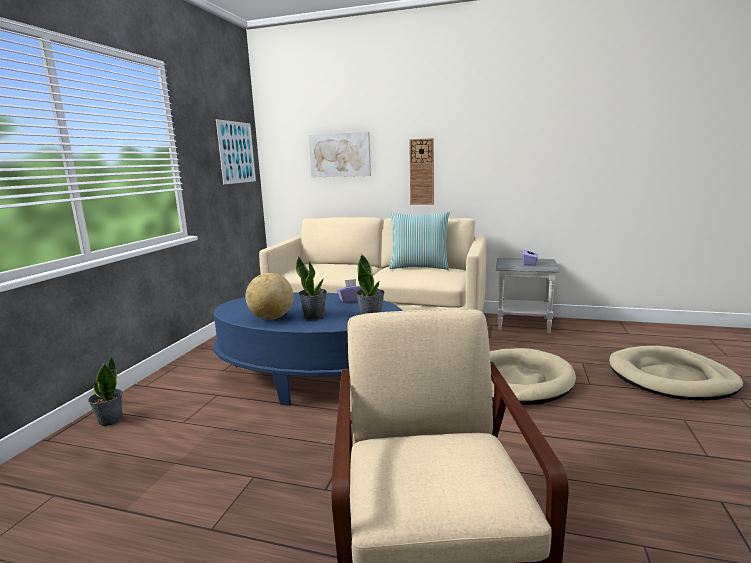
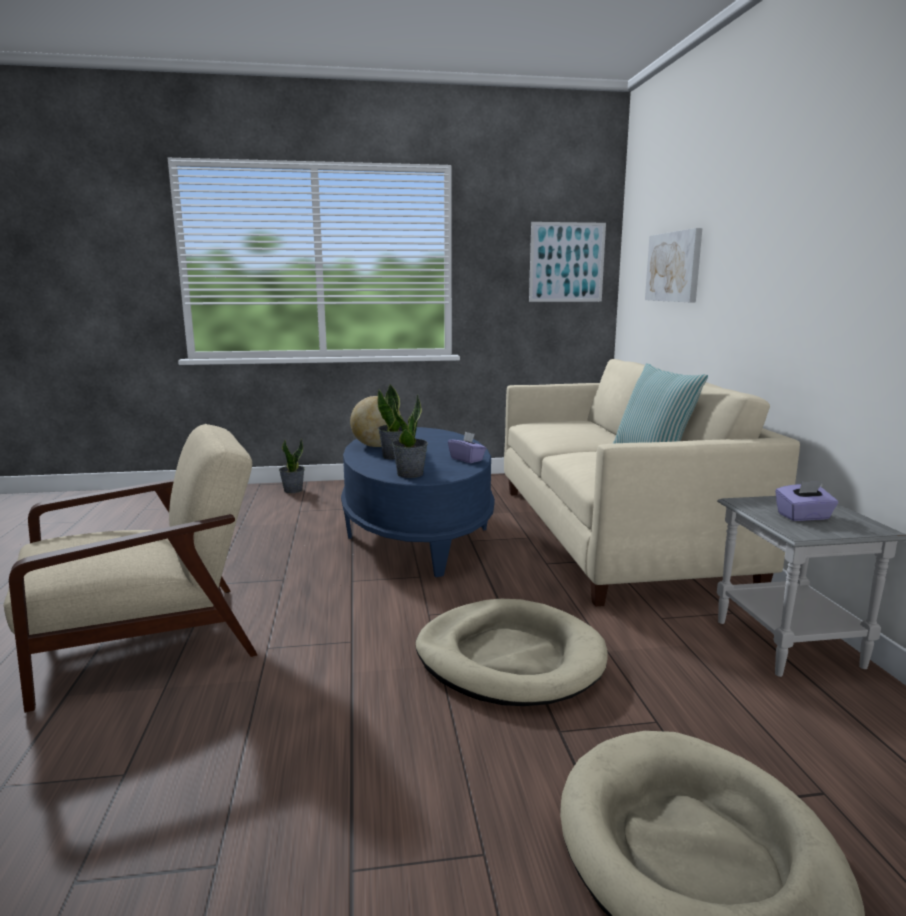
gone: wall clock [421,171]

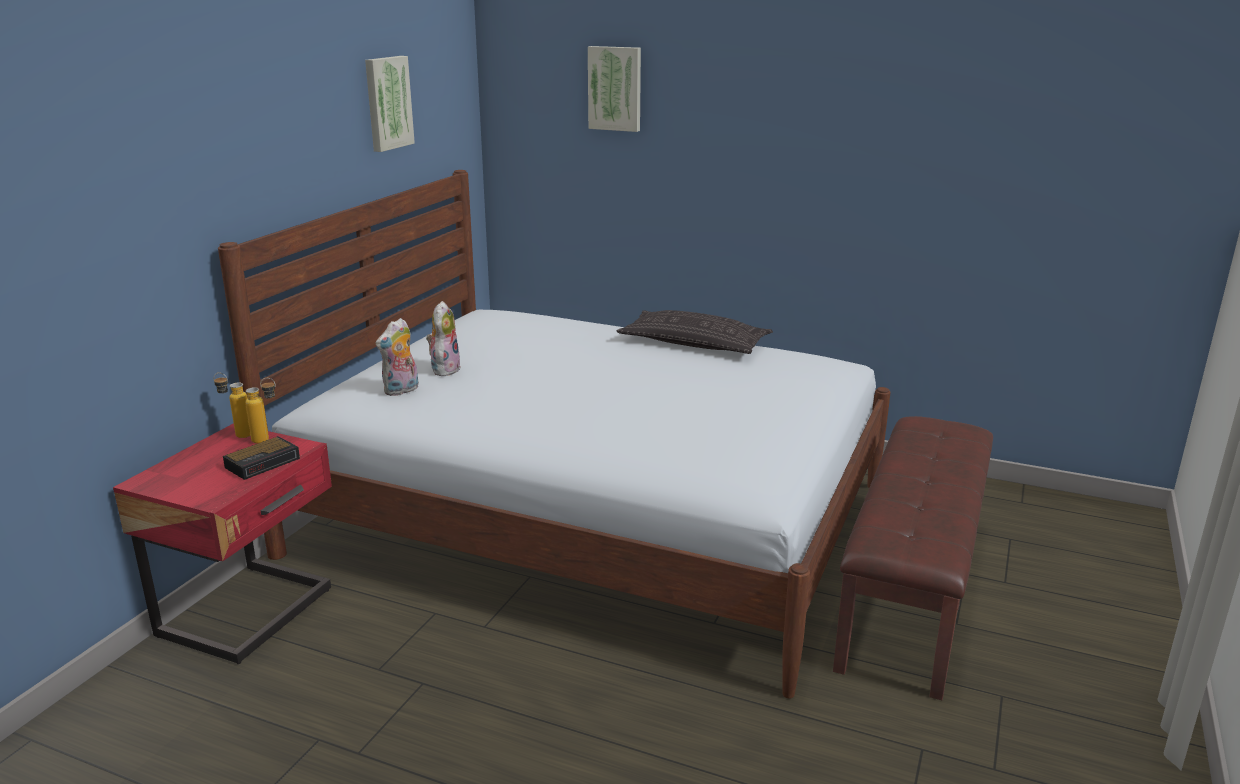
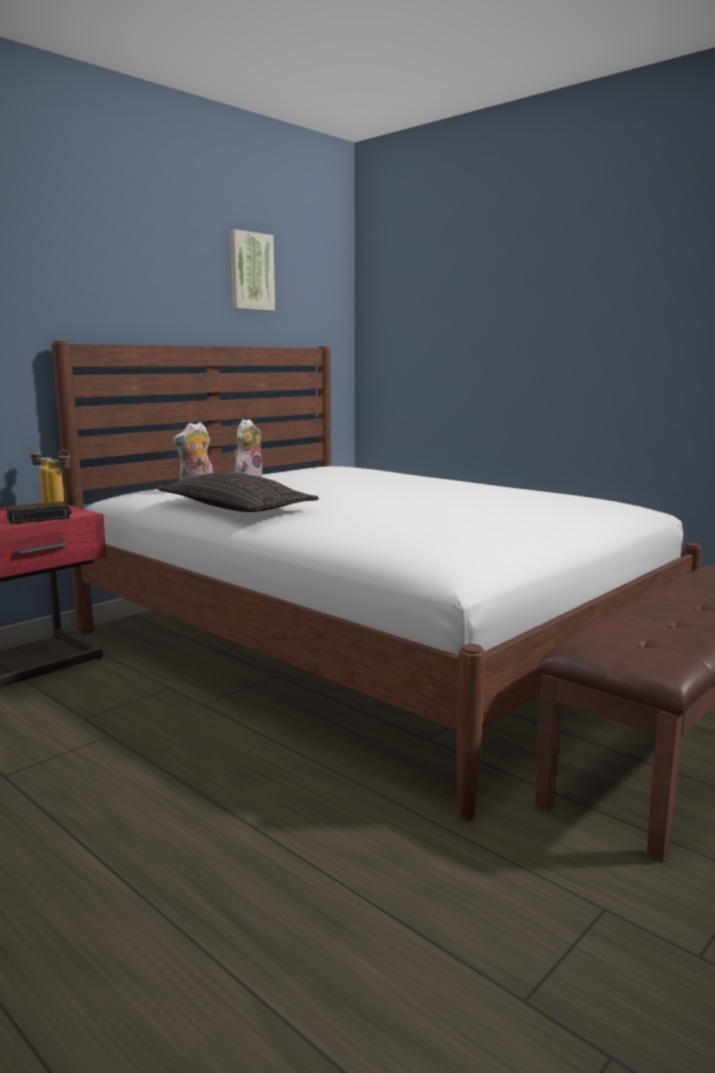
gone: wall picture [614,89]
shifted: throw pillow [695,332] to [238,492]

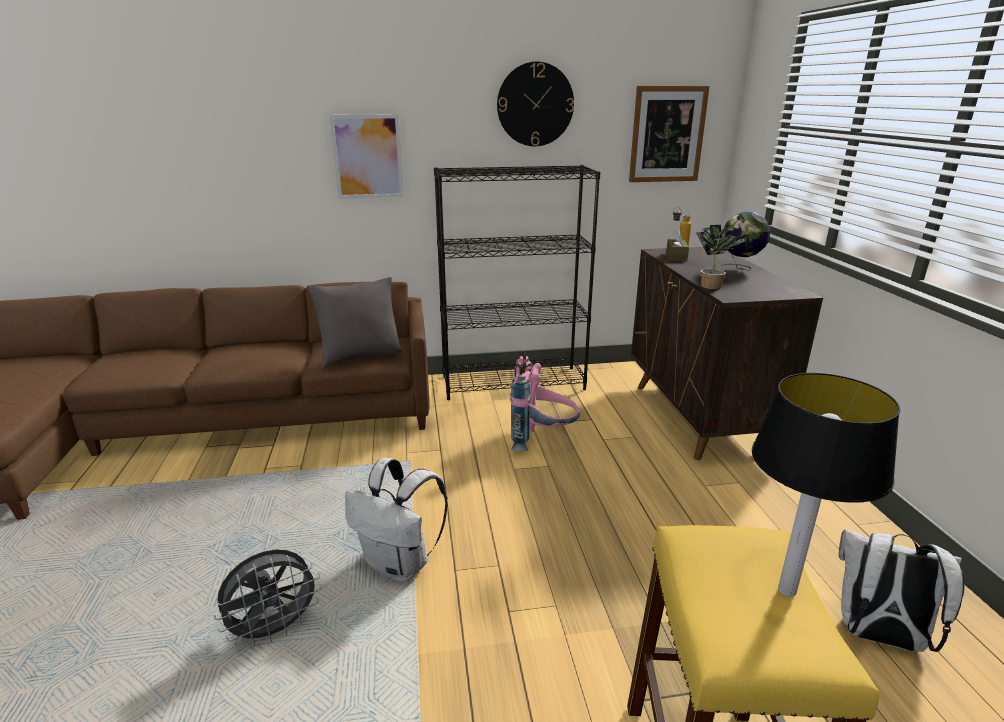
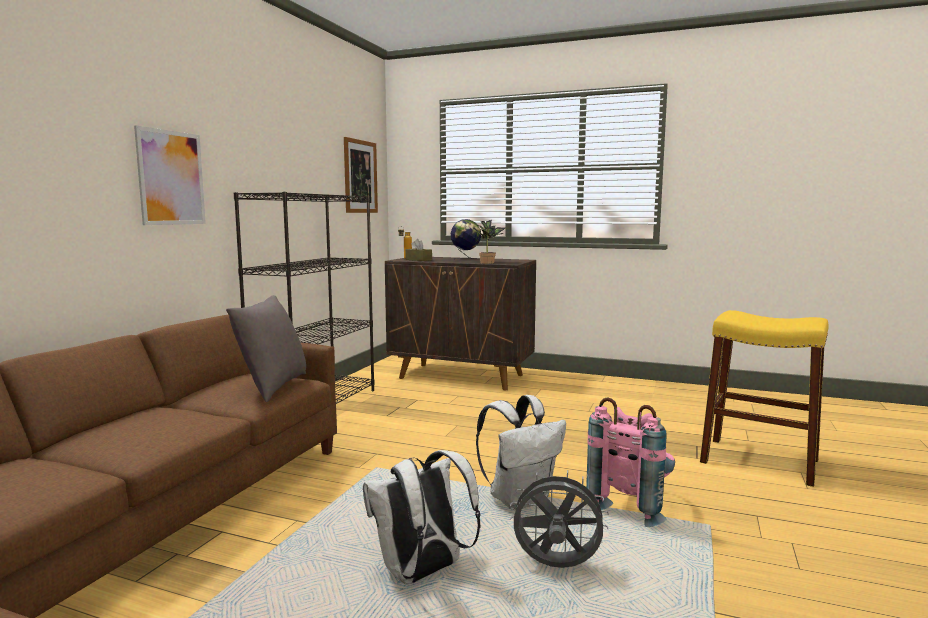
gone: wall clock [535,104]; lamp for a table [826,485]
shifted: rucksack/pink-coloured [545,401] to [630,462]; rucksack/whitish [902,590] to [422,517]
rotated: fan/gray [268,597] = [559,518] 75 degrees counterclockwise

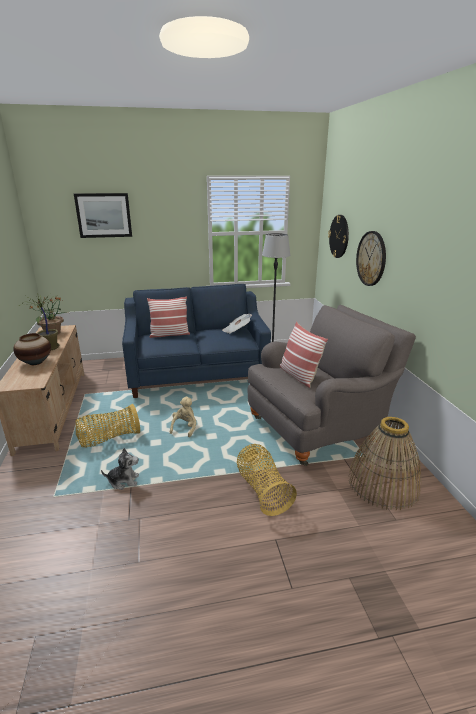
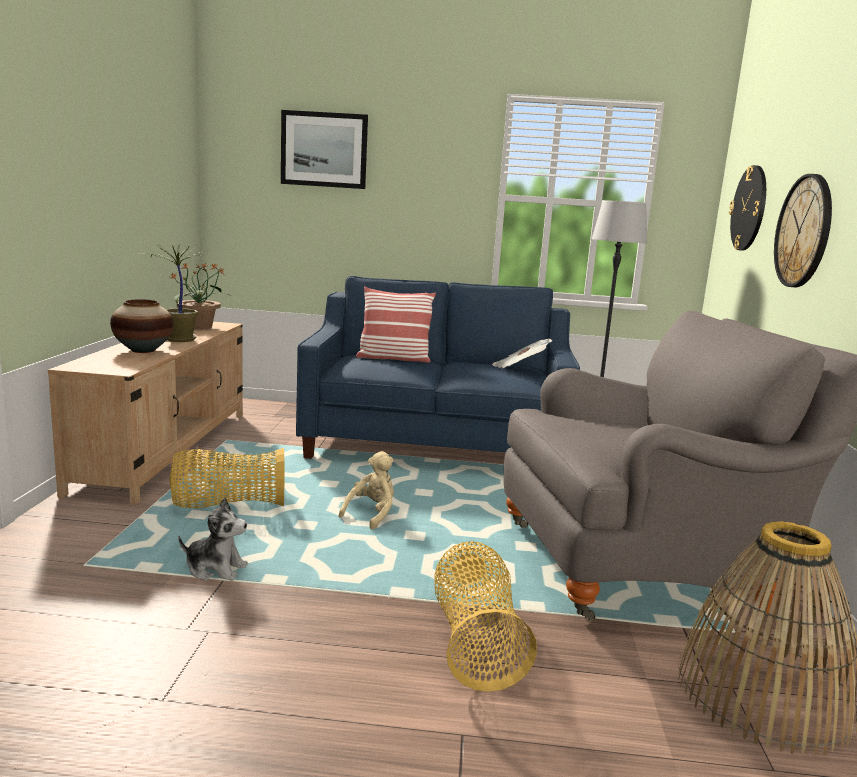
gone: throw pillow [304,355]

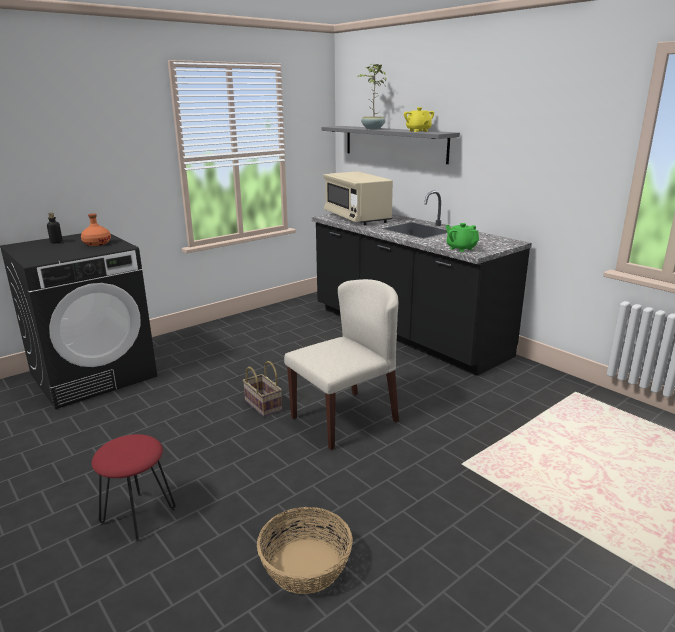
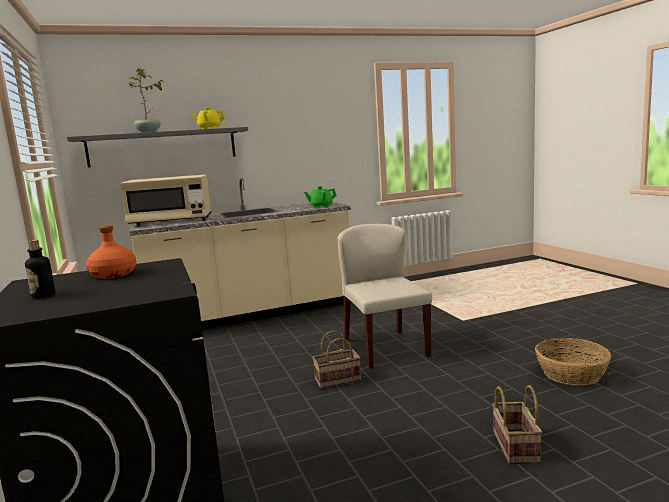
swapped: sitting stool/red-coloured [134,488] to household basket [517,424]
repainted: kitchen base unit/black [421,283] to kitchen base unit/beige [240,254]

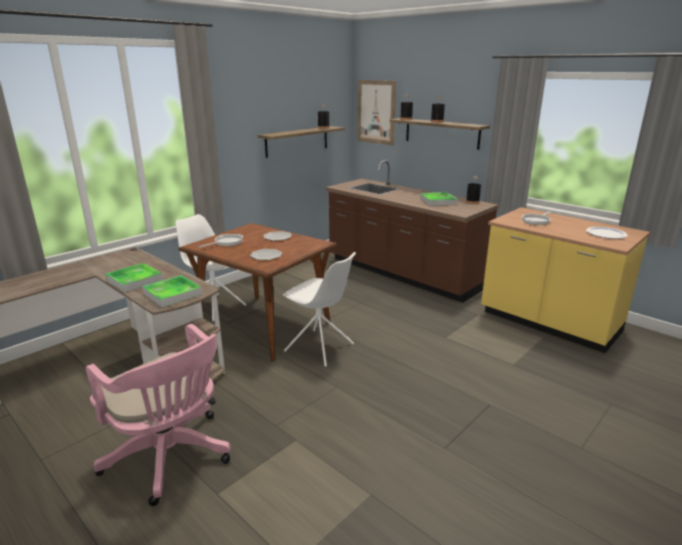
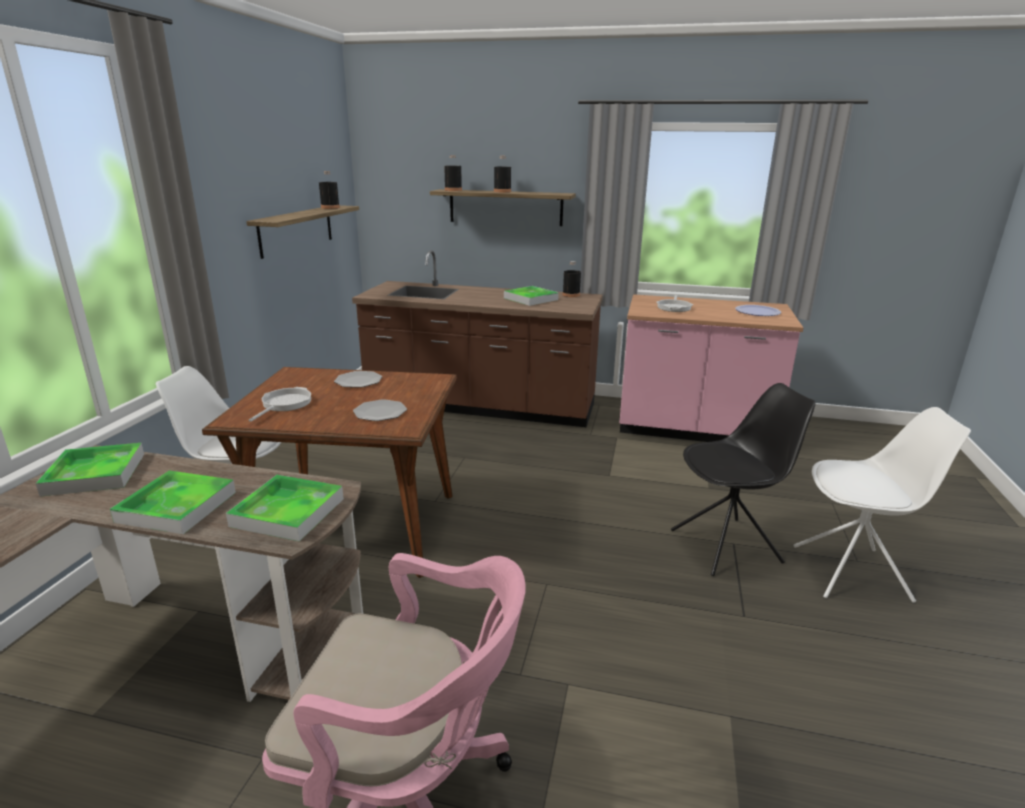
gone: wall picture [377,112]
new: serving tray [89,470]; chair/black [743,479]
shifted: chair/whitish [319,309] to [882,505]
repainted: kitchen base unit/yellow-coloured [565,280] to kitchen base unit/pink-coloured [711,368]

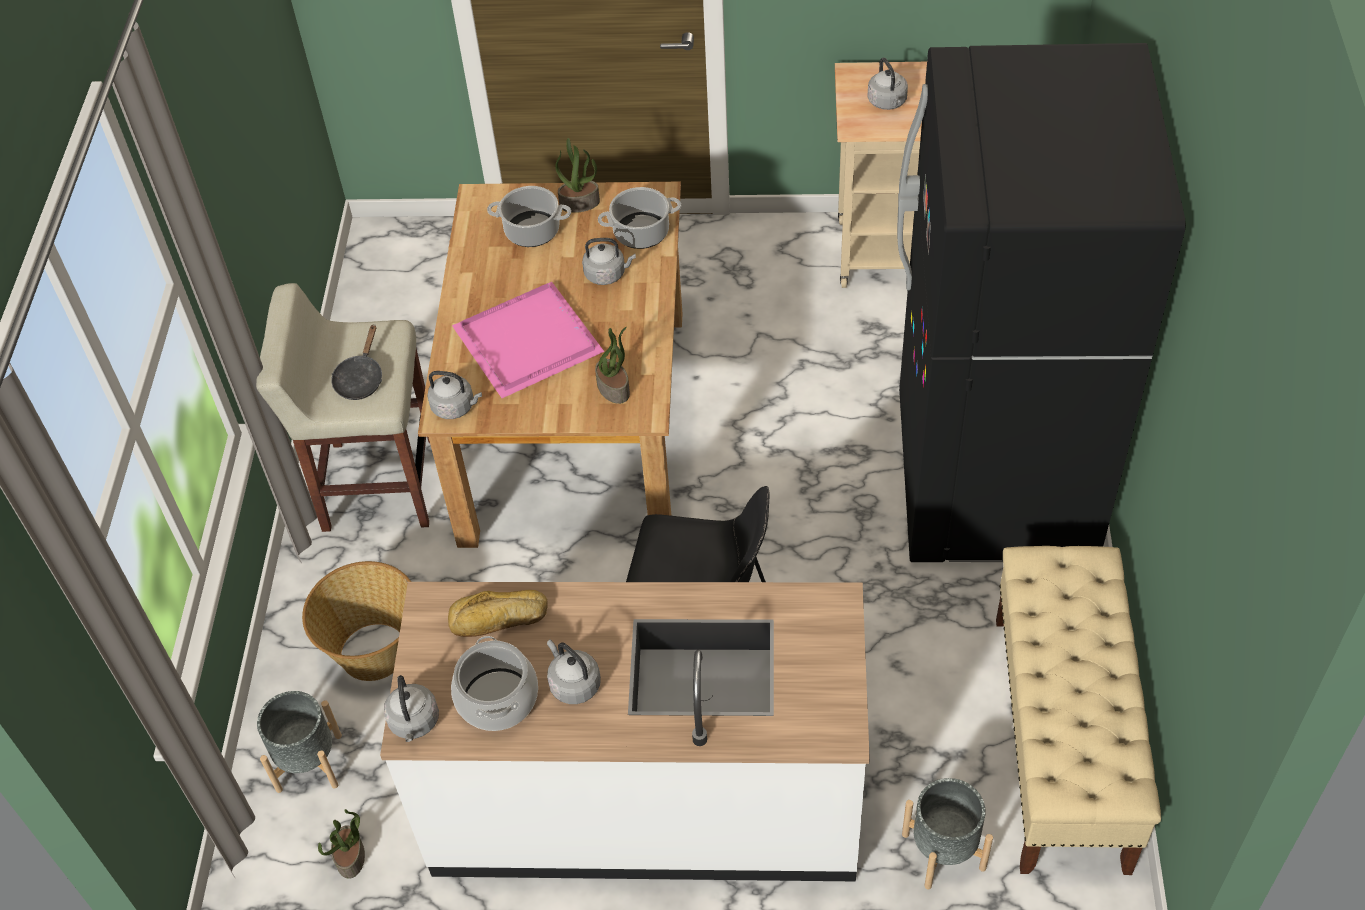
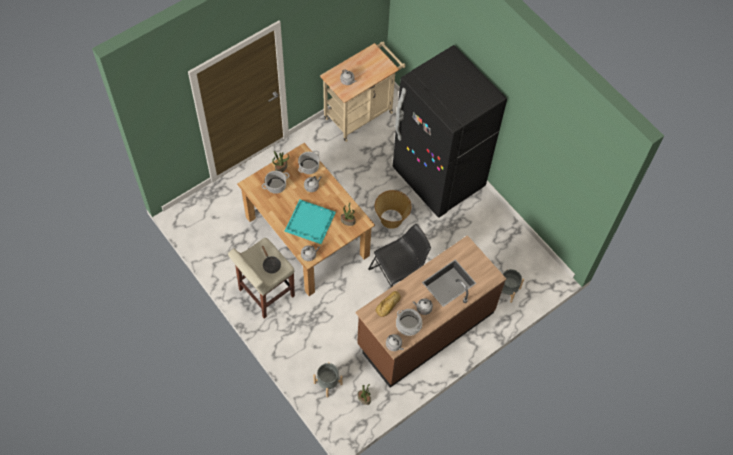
gone: long seat/beige [1078,710]
shifted: household basket [356,621] to [393,209]
repainted: kitchen base unit/whitish [625,731] to kitchen base unit/brown-coloured [431,311]; serving tray/pink-coloured [528,340] to serving tray/turquoise-coloured [310,221]

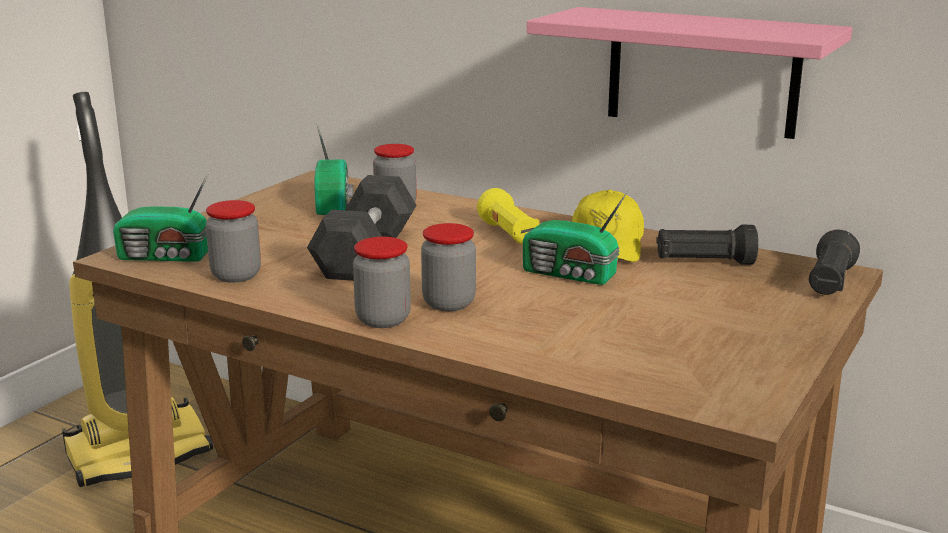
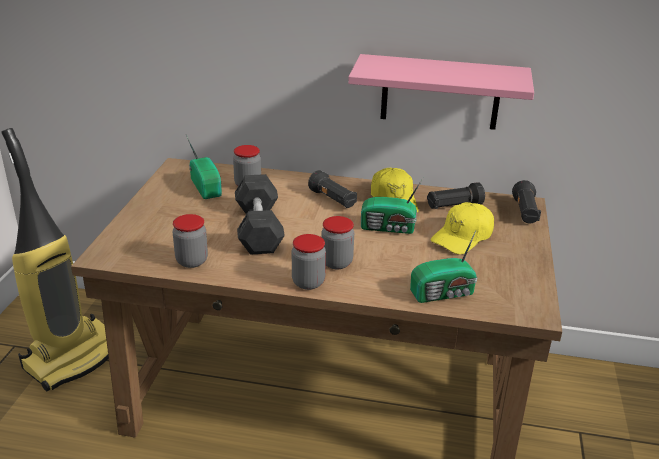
new: peaked cap/yellow-coloured [462,228]
shifted: radio set [161,215] to [443,267]
repainted: torch/yellow-coloured [508,216] to torch/black [332,189]

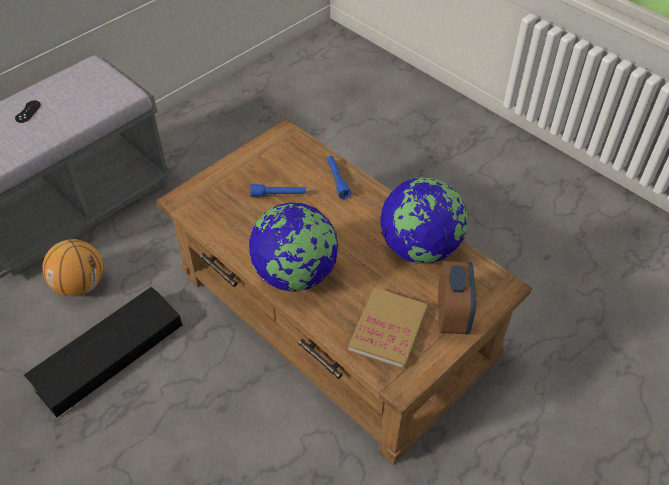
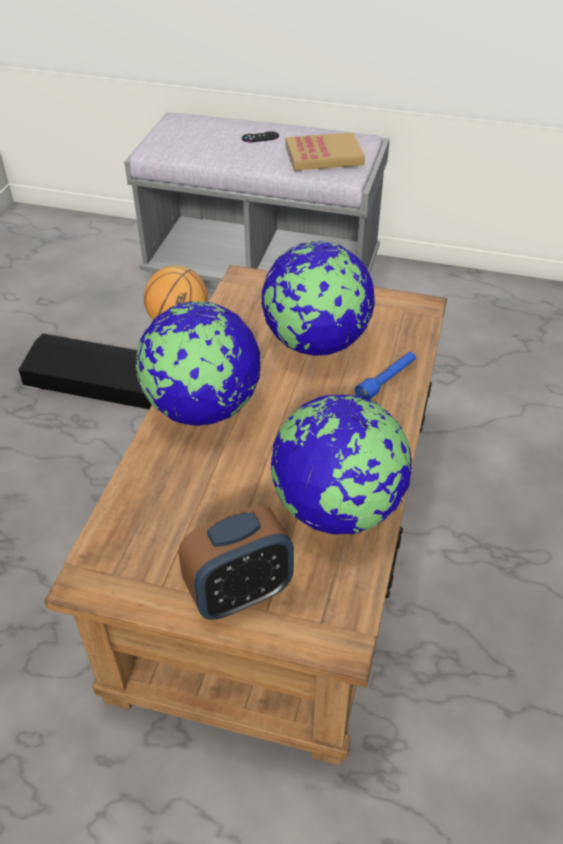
shifted: bound book [387,328] to [325,151]
swapped: torch/blue [278,190] to globe [318,298]

